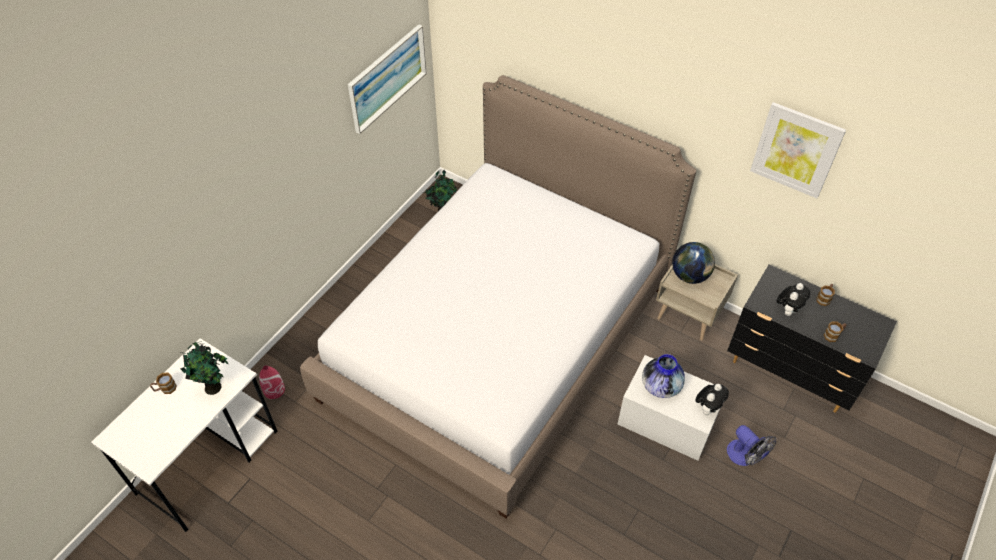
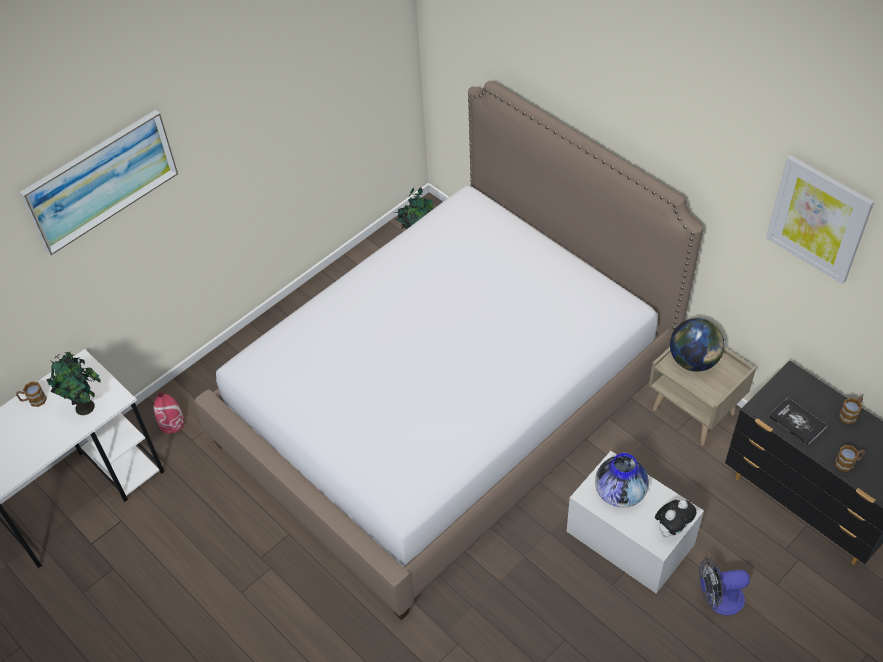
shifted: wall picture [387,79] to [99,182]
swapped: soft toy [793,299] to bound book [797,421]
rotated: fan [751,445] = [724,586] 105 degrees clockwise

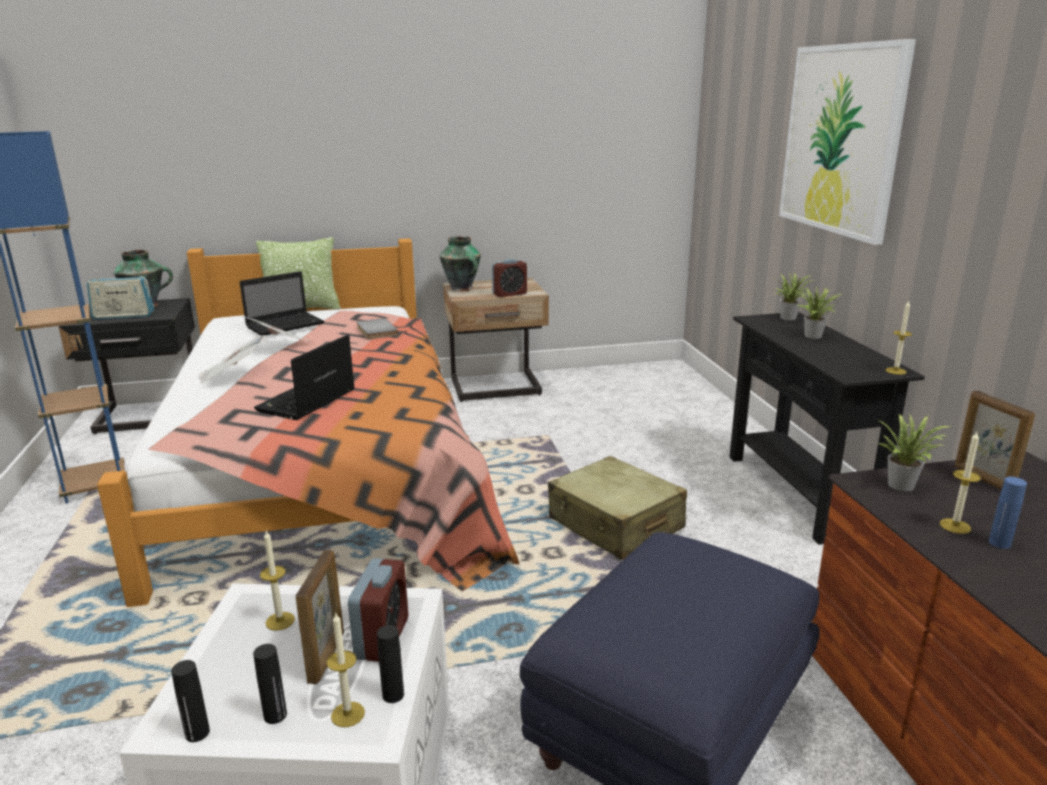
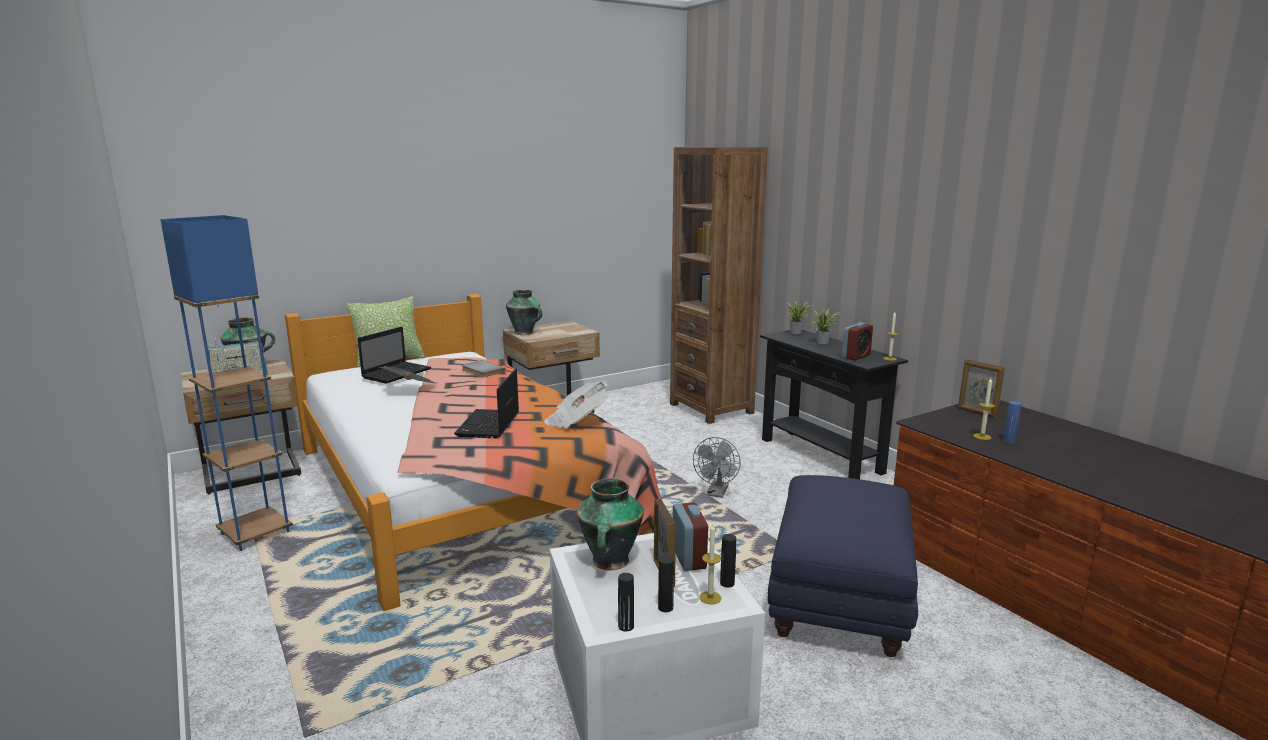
gone: wall picture [847,142]; plant in a pot [915,453]
new: bookcase/brown-coloured [719,285]
shifted: daily paper [231,359] to [576,405]; bedside clock [509,278] to [857,341]
swapped: wax light [277,581] to flower vase [610,524]; travel case/beige [617,508] to fan/gray [717,467]
repainted: nightstand/black [126,366] to nightstand/beige [241,426]

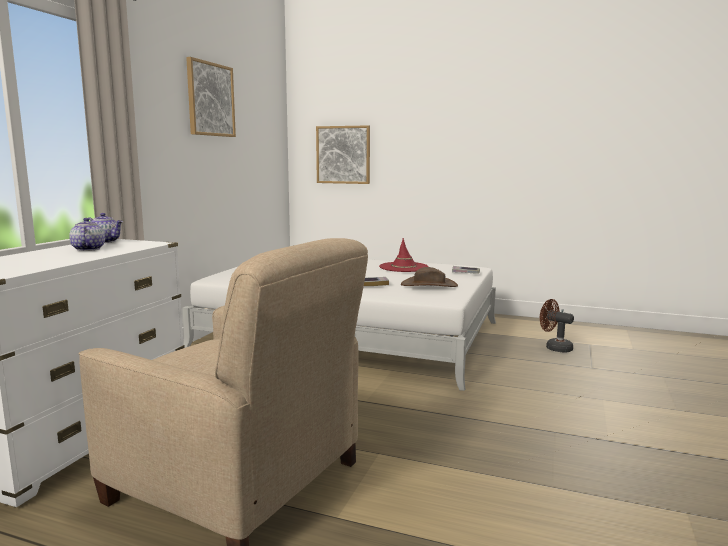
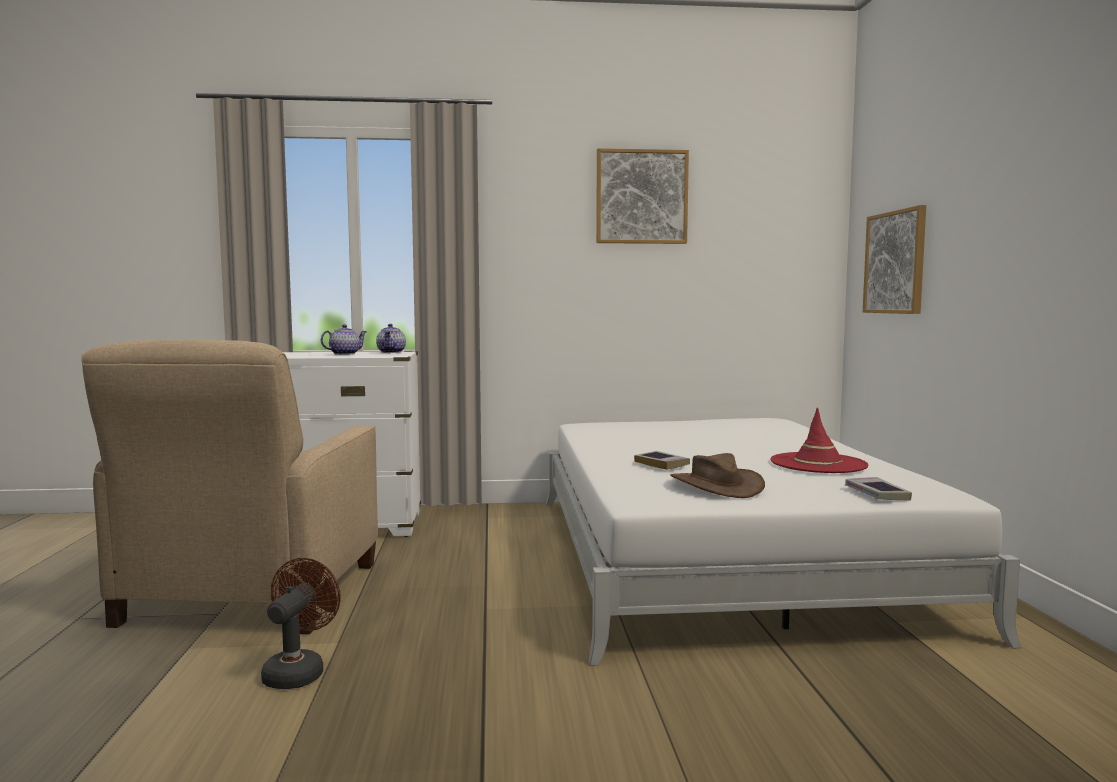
shifted: fan/brown-coloured [557,325] to [301,623]

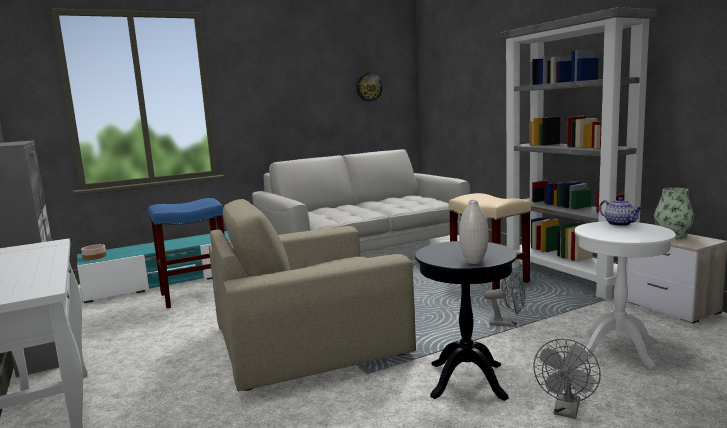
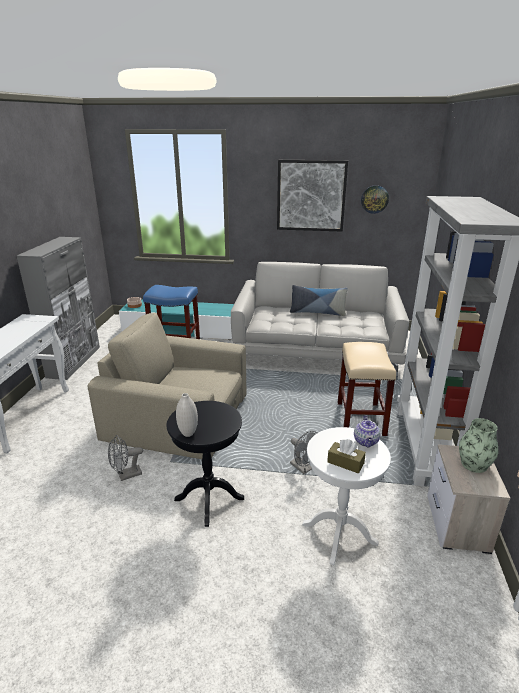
new: wall picture [312,196]; throw pillow [319,300]; tissue holder/brown-coloured [346,456]
shifted: fan/gray [567,379] to [125,458]

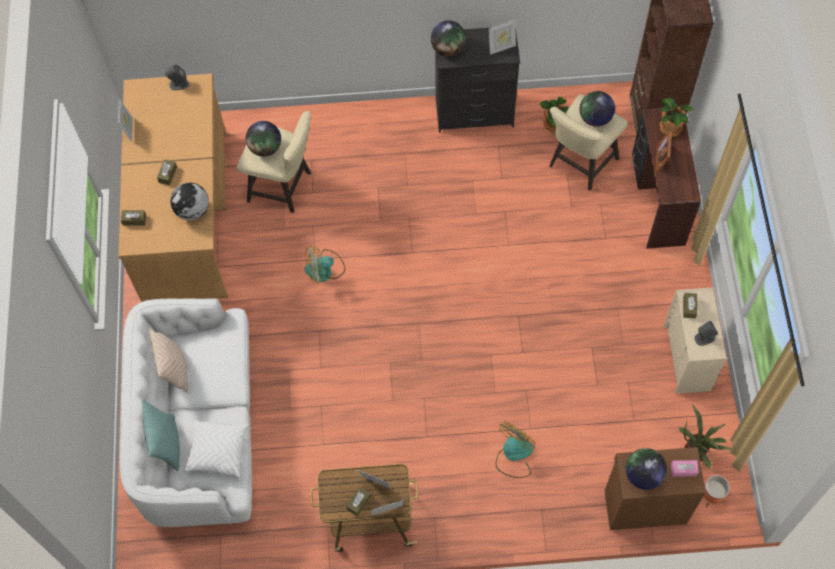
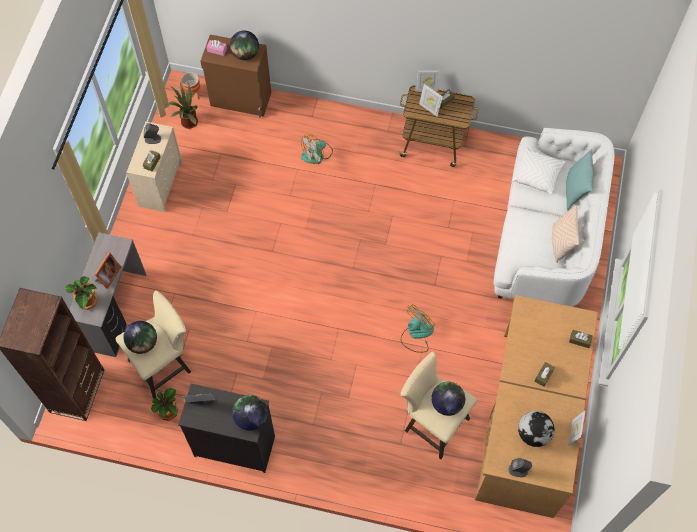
shifted: globe [189,201] to [536,429]
repainted: desk/brown-coloured [666,178] to desk/gray [107,294]
rotated: fan [324,264] = [418,328] 45 degrees counterclockwise

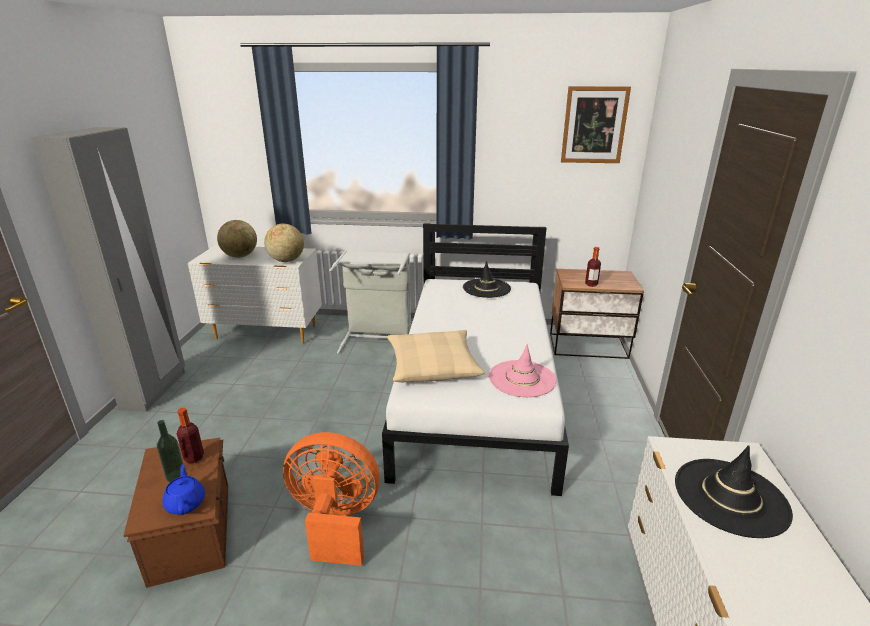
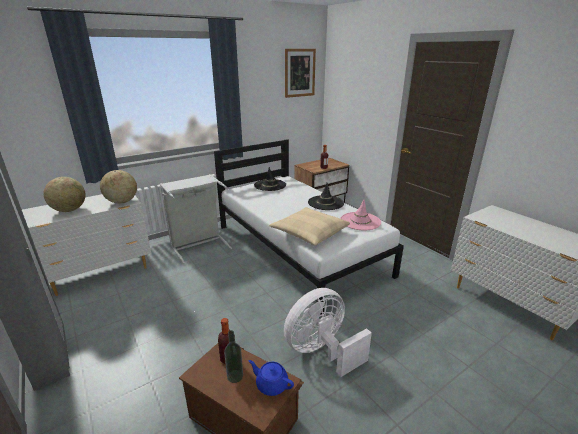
shifted: clothing hat/black [734,491] to [326,196]
repainted: fan/orange-coloured [331,499] to fan/whitish [328,332]

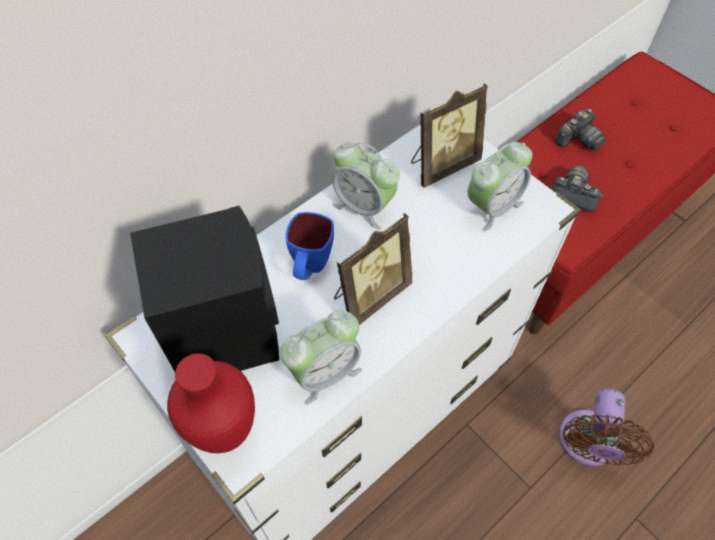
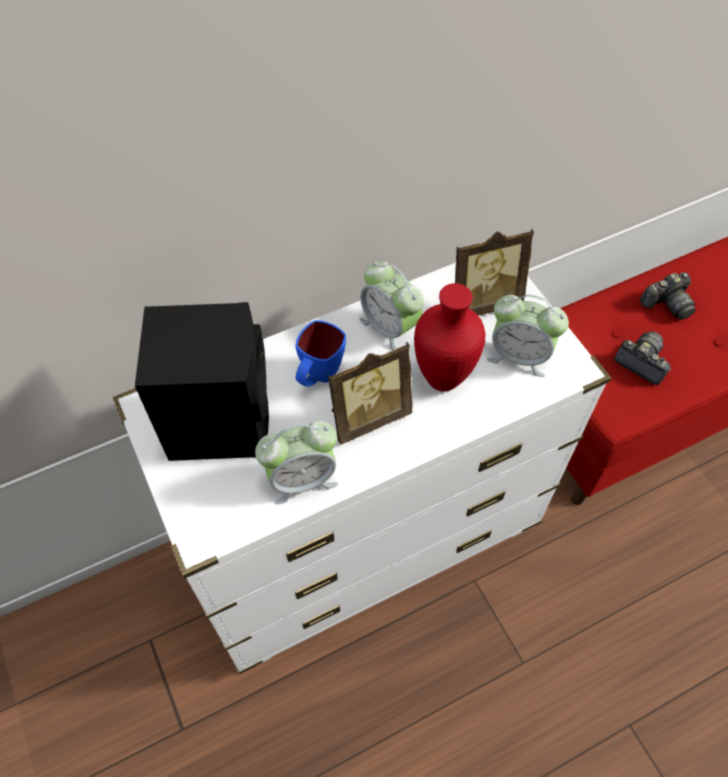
gone: fan/brown-coloured [606,427]
shifted: flower vase/red-coloured [211,403] to [449,337]
rotated: bedside clock [500,187] = [528,336] 45 degrees clockwise

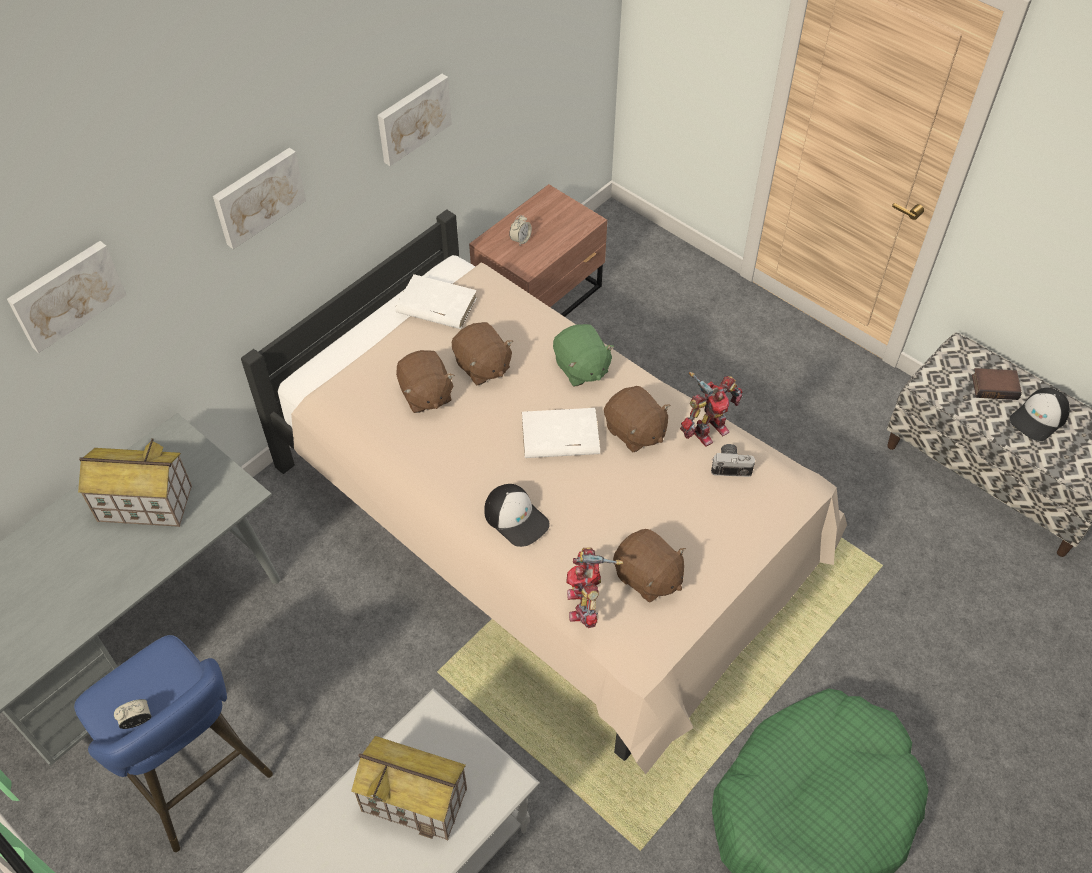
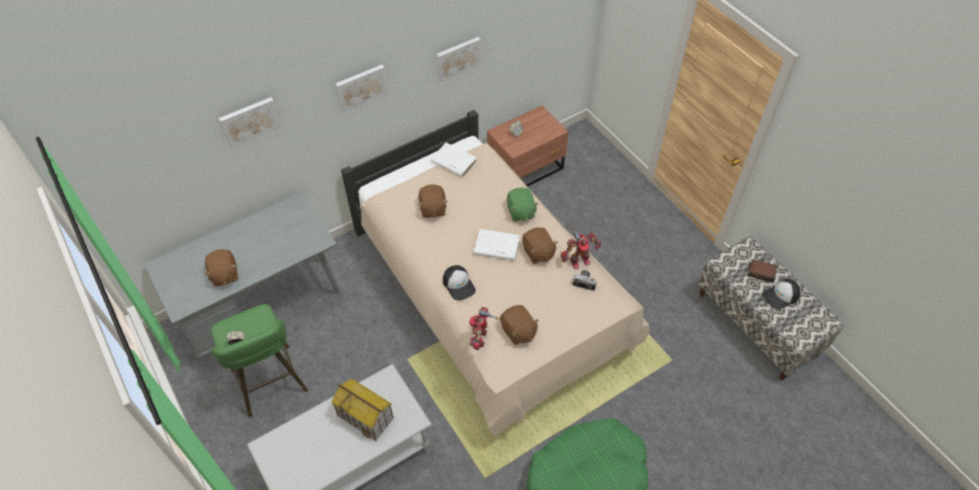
gone: miniature house [135,482]
shifted: soft toy/brown-coloured [482,353] to [221,267]
repainted: sitting stool/blue [173,743] to sitting stool/green-coloured [259,360]

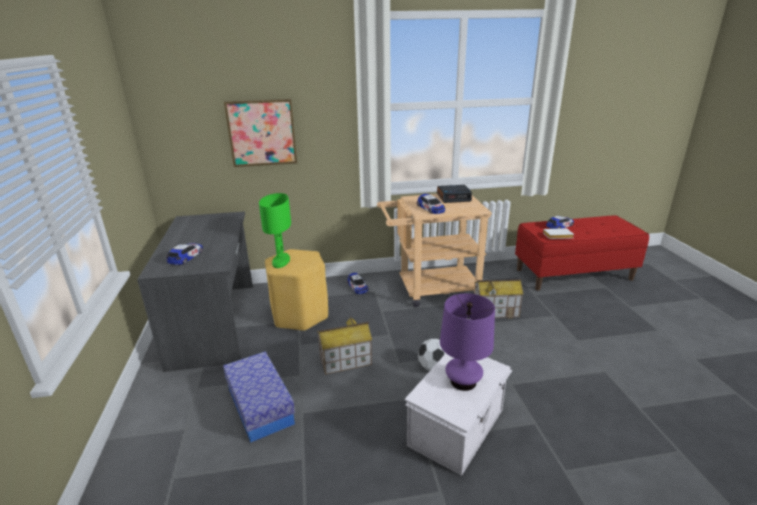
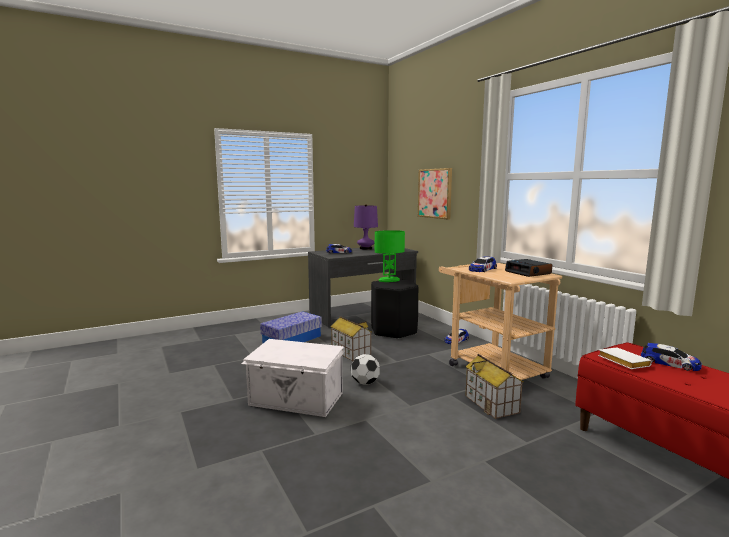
shifted: lamp for a table/purple [467,342] to [366,227]
repainted: sitting stool/yellow-coloured [296,290] to sitting stool/black [395,309]

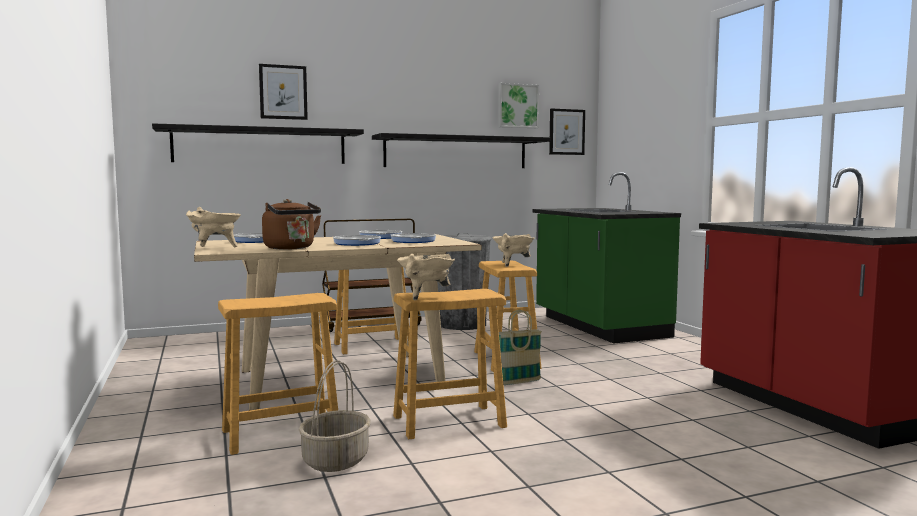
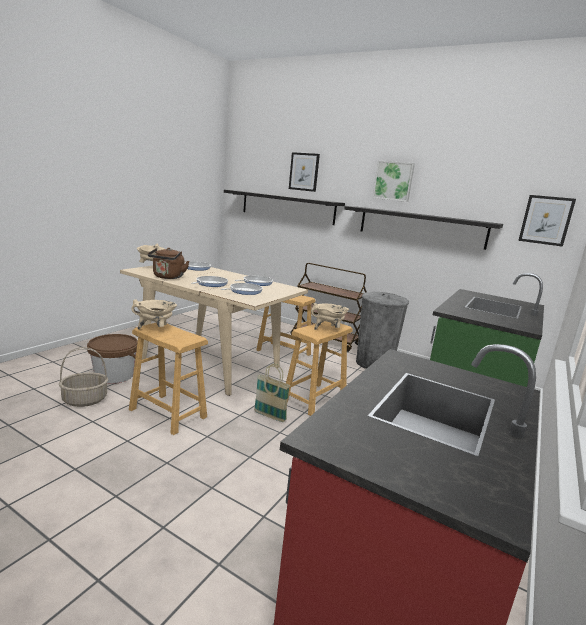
shifted: wall picture [518,105] to [393,181]
swapped: sitting stool/brown-coloured [278,374] to pail/brown-coloured [112,359]

